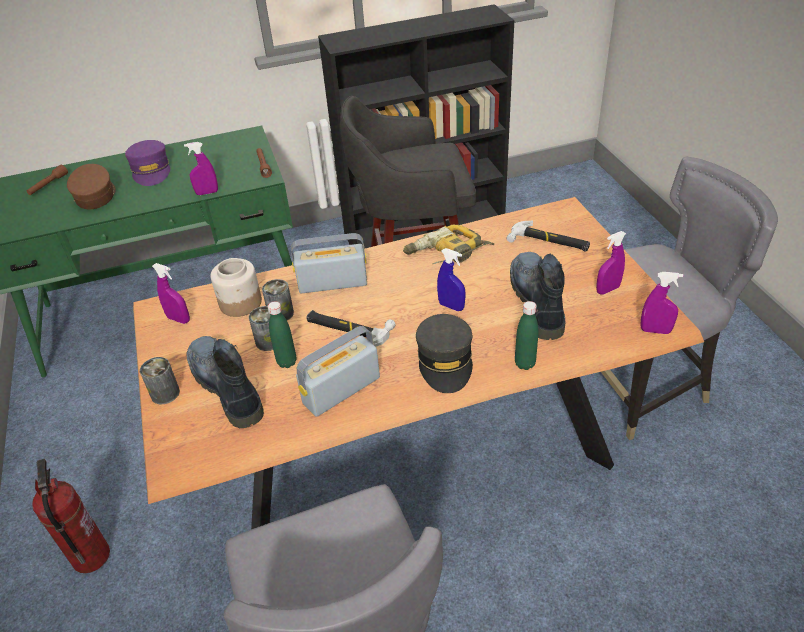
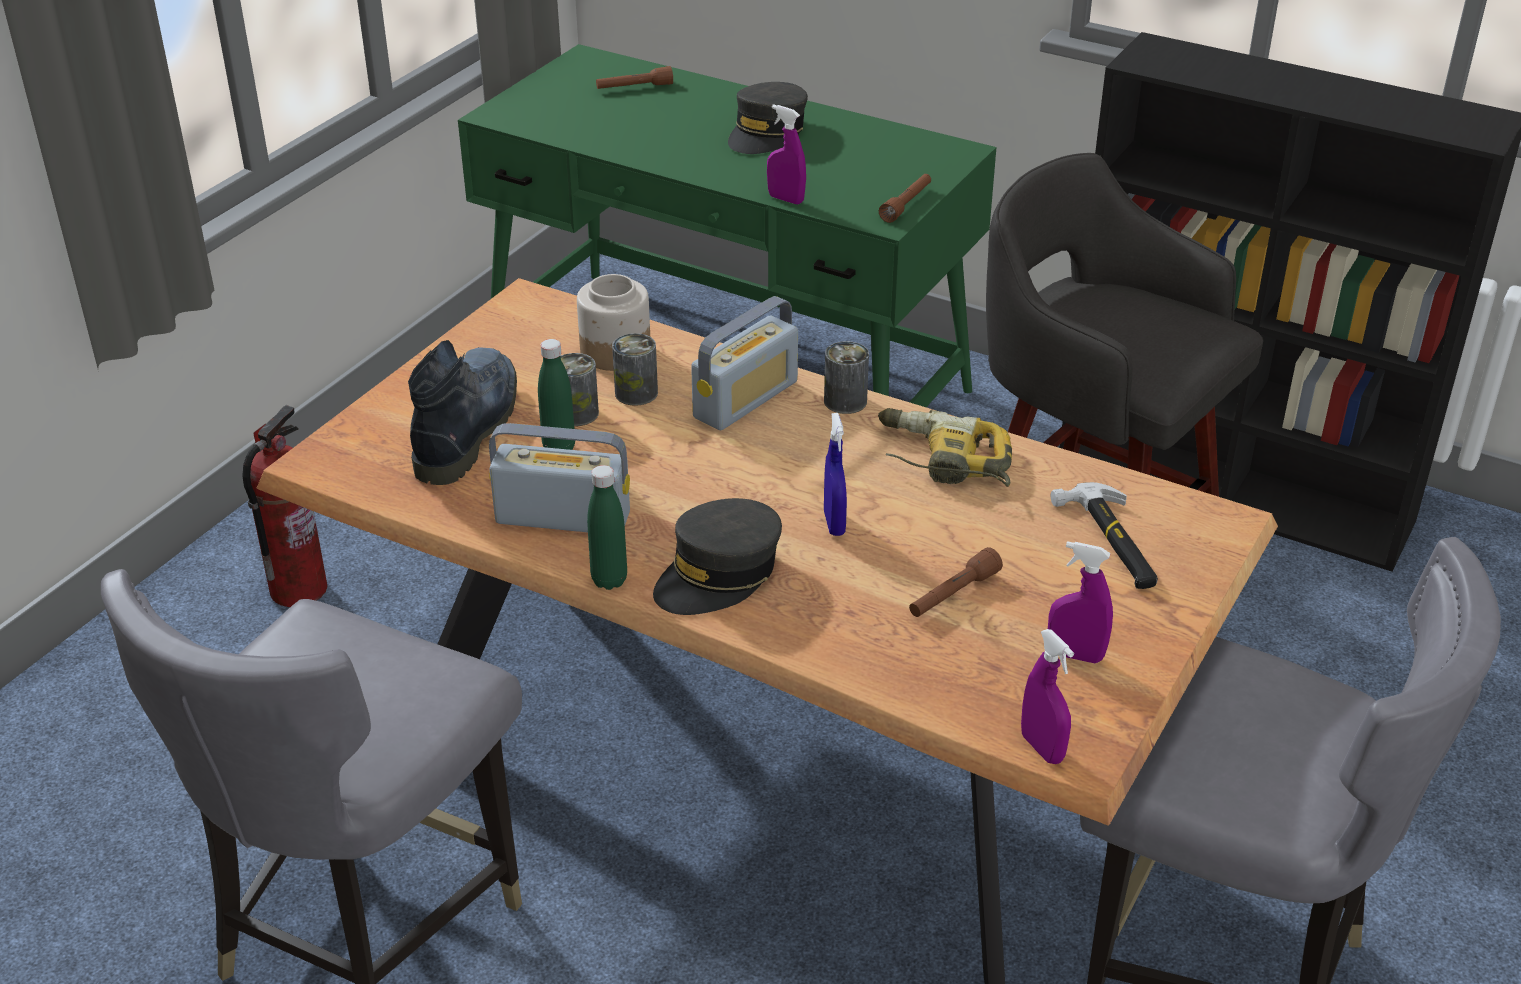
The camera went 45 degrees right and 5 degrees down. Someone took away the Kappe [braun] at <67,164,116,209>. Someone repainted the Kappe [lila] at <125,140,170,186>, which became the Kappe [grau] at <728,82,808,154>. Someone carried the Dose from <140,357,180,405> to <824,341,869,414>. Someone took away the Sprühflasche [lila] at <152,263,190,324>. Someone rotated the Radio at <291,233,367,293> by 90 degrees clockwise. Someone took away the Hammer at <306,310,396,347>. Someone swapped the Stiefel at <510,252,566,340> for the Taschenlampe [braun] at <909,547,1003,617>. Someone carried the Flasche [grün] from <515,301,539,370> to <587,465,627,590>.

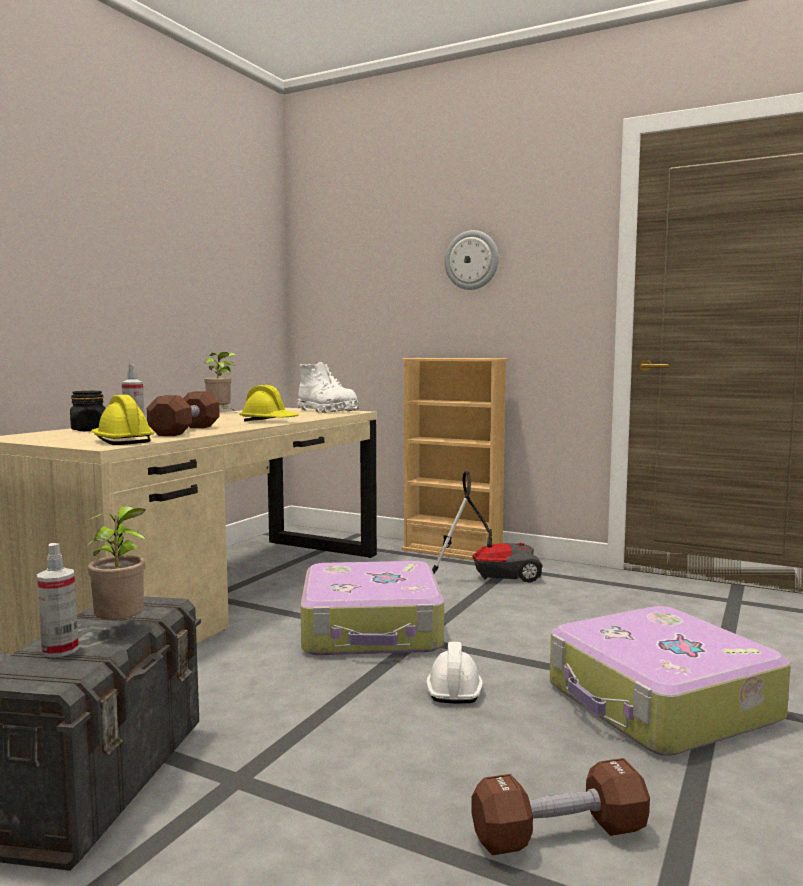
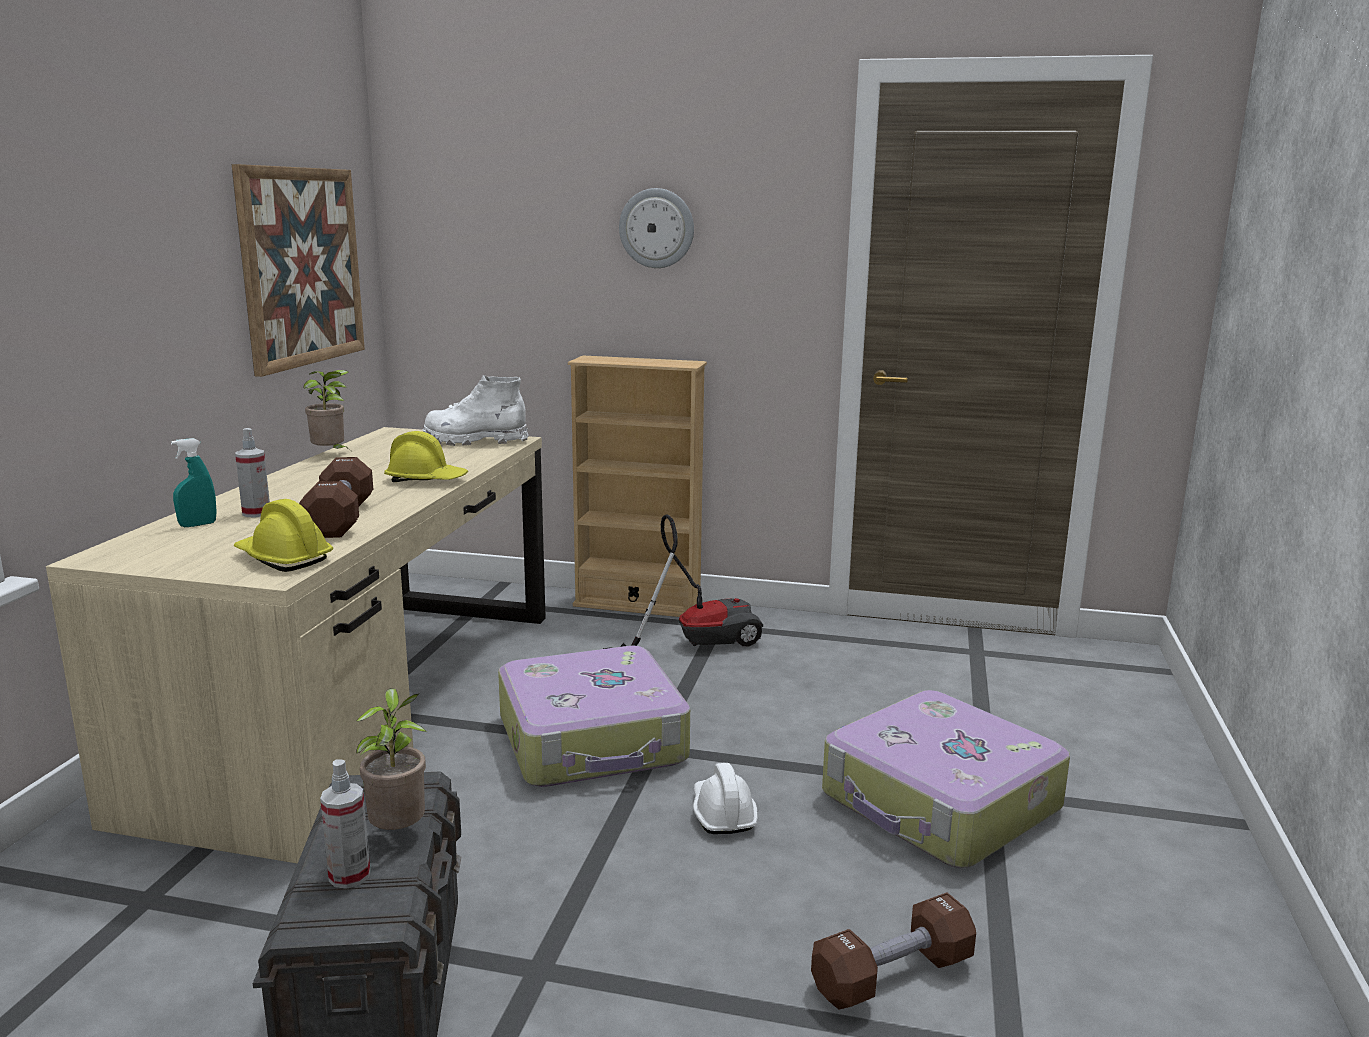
The camera went 15 degrees left and 10 degrees up. Someone swapped the Vorratsglas [schwarz] at <70,391,106,431> for the Sprühflasche [türkis] at <171,438,217,527>. Someone rotated the Stiefel [weiß] at <297,362,359,413> by 150 degrees clockwise. Someone put up the Bild at <231,164,365,377>.

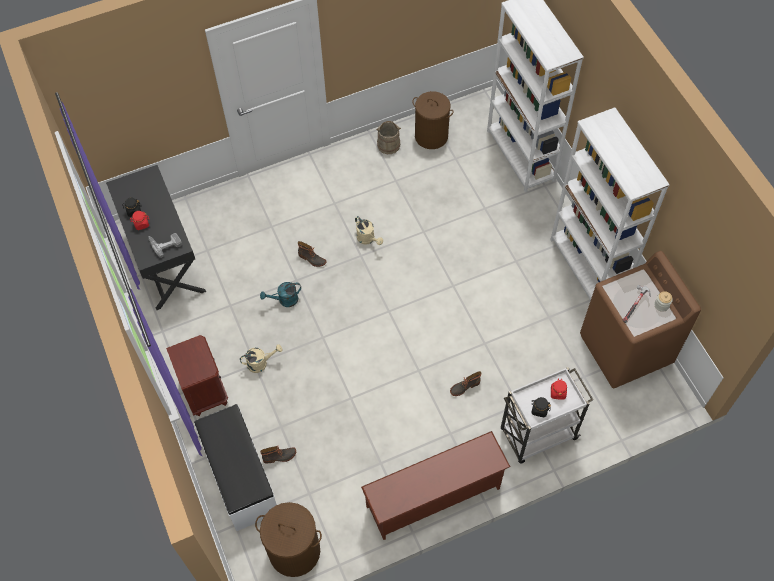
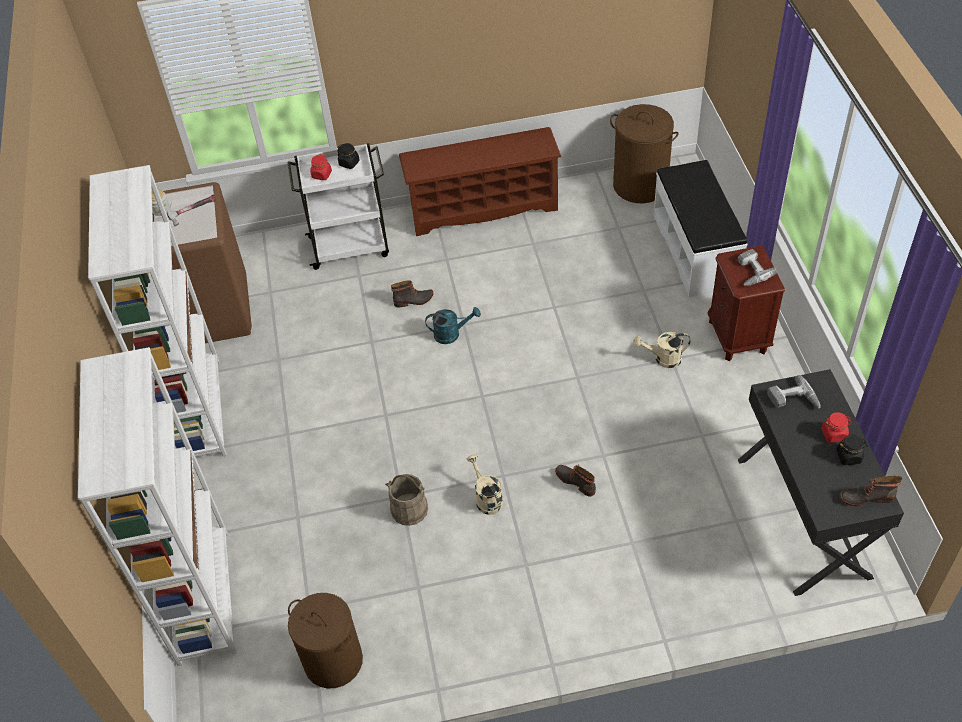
The camera went 165 degrees left and 10 degrees down. Someone carried the Gießkanne [türkis] from <260,282,301,307> to <425,307,481,344>. Someone carried the Stiefel from <260,446,296,464> to <840,476,902,506>. Someone carried the Eimer [beige] from <376,121,401,154> to <385,474,428,526>. Someone put down the Bohrmaschine at <738,249,777,286>.

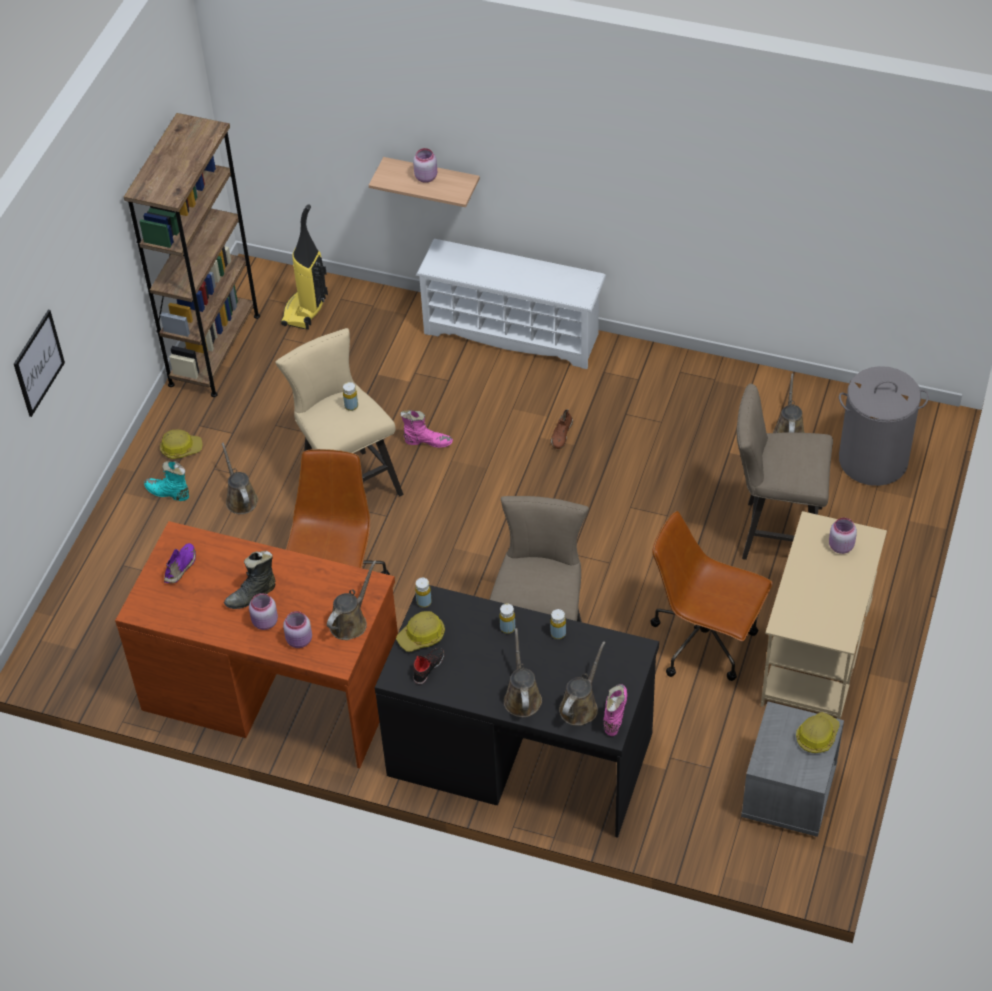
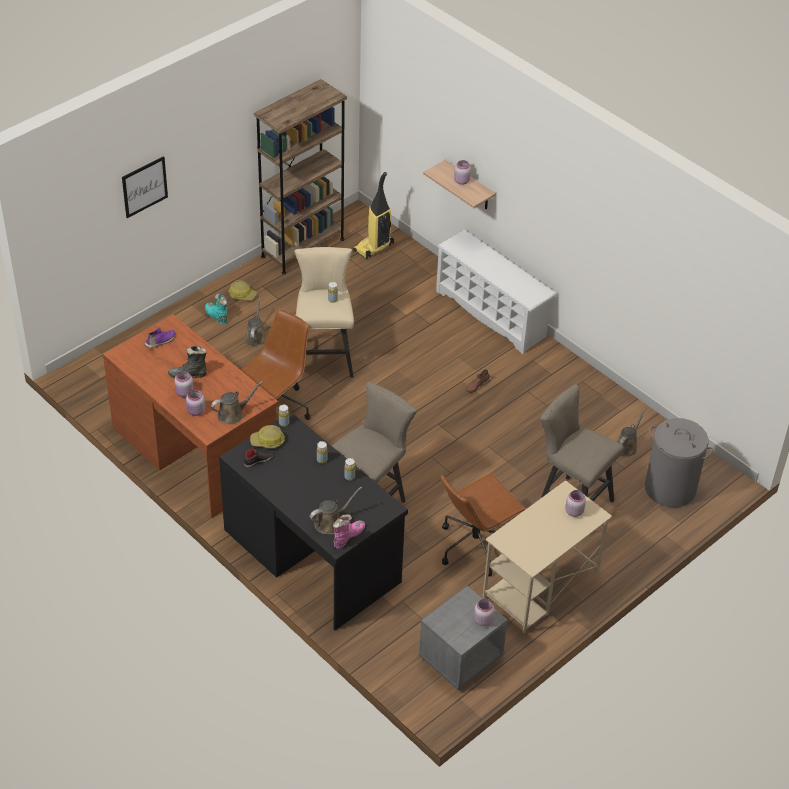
The camera went 25 degrees right and 5 degrees down. Someone took away the Stiefel [rosa] at <400,410,453,448>. Someone took away the Gießkanne [braun] at <504,628,542,717>. Someone rotated the Bürostuhl [braun] at <650,511,773,681> by 90 degrees counterclockwise. Someone swapped the Schutzhelm at <796,712,840,753> for the Vorratsglas [rosa] at <474,599,494,626>.

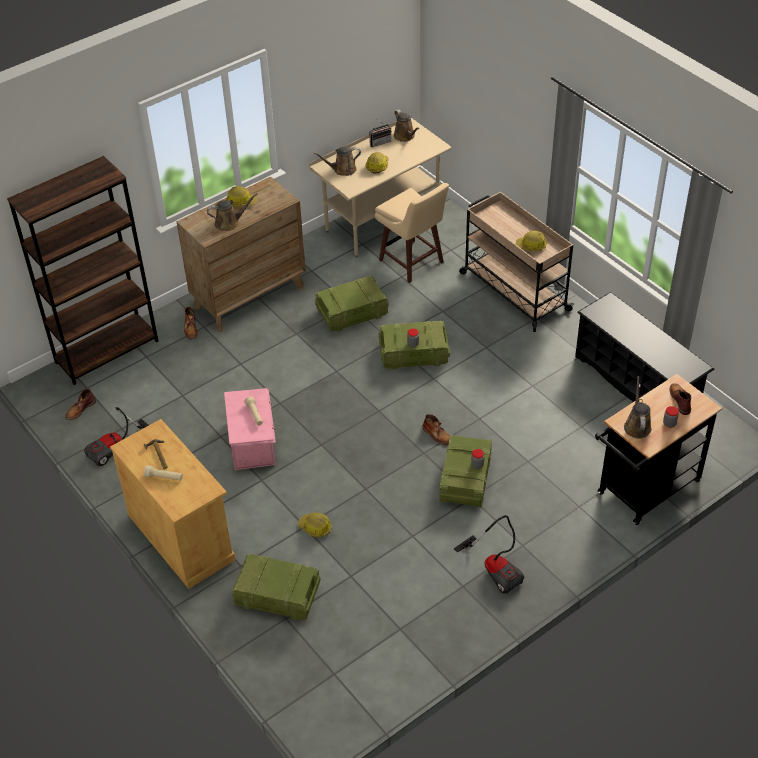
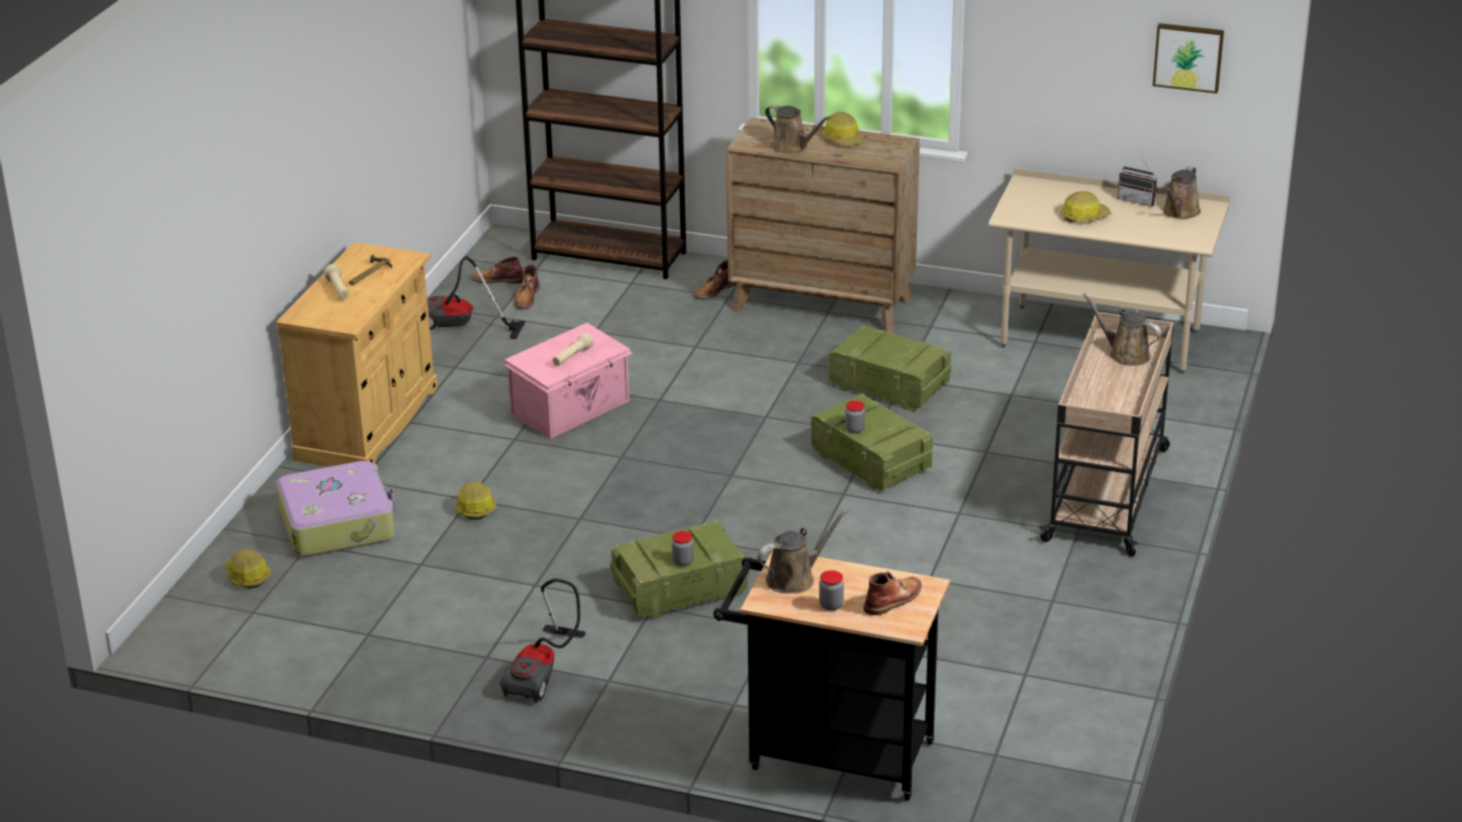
The camera went 55 degrees right and 15 degrees down. Someone swapped the Kiste at <232,554,321,620> for the Koffer at <276,461,396,557>. Someone carried the Gießkanne [braun] from <313,147,361,176> to <1083,293,1162,366>. Someone took away the Hocker [beige] at <375,183,449,283>. Someone carried the Stiefel [braun] from <423,414,450,445> to <514,265,540,309>. Someone carried the Schutzhelm from <516,231,547,251> to <224,549,271,588>. Someone took away the Schuhregal [schwarz] at <575,292,714,402>. Someone put up the Bild at <1153,23,1224,94>.

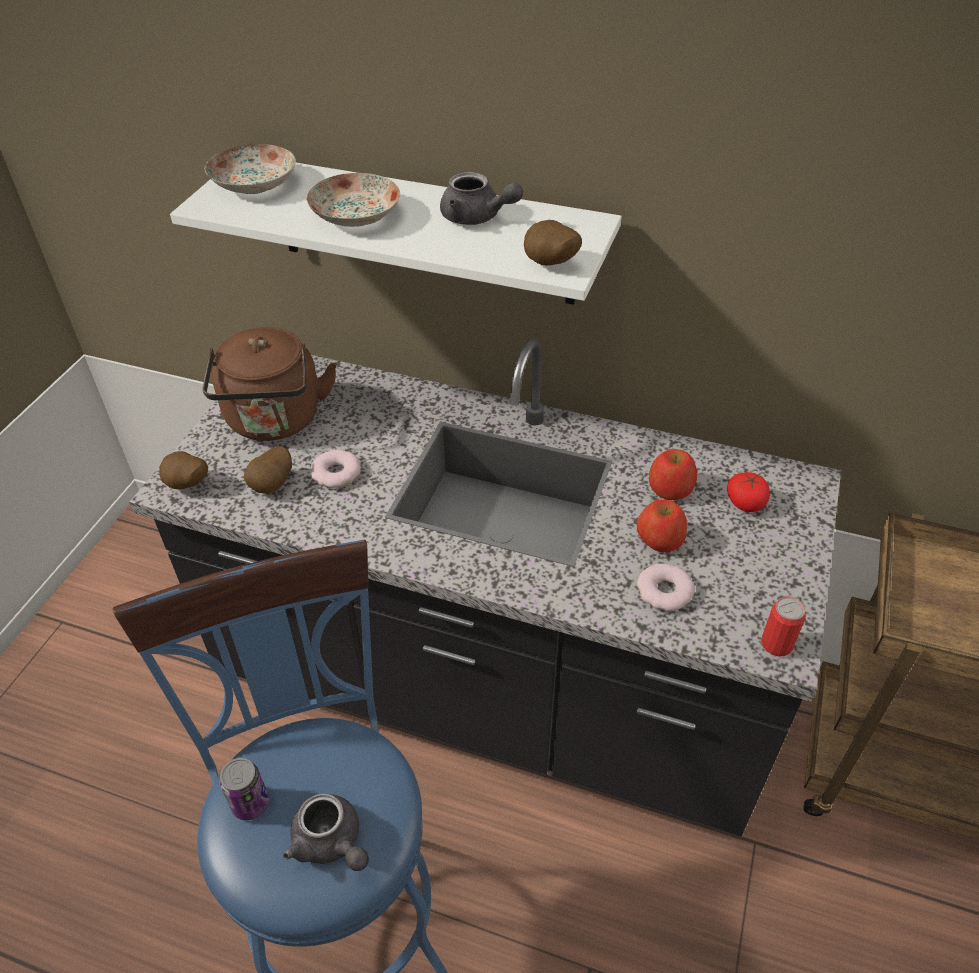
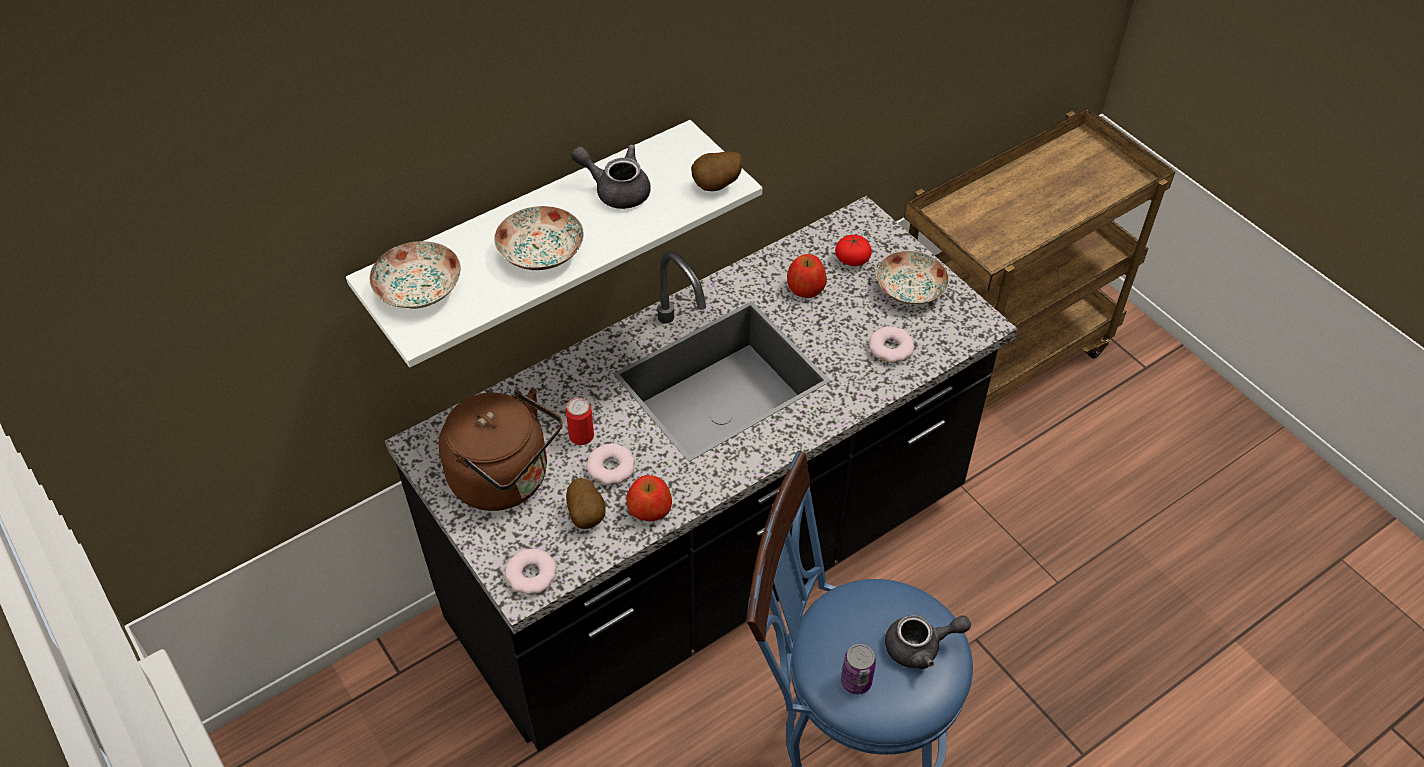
The camera went 55 degrees left and 5 degrees up. Someone swapped the Kartoffel at <159,451,208,489> for the Donut at <505,549,557,595>. Someone rotated the Teekanne [grau] at <440,172,523,225> by 135 degrees counterclockwise. Someone carried the Apfel from <637,500,687,552> to <626,475,672,522>. Someone carried the Dose from <761,596,806,656> to <566,397,594,445>. Someone put down the Teller at <876,251,949,305>.

